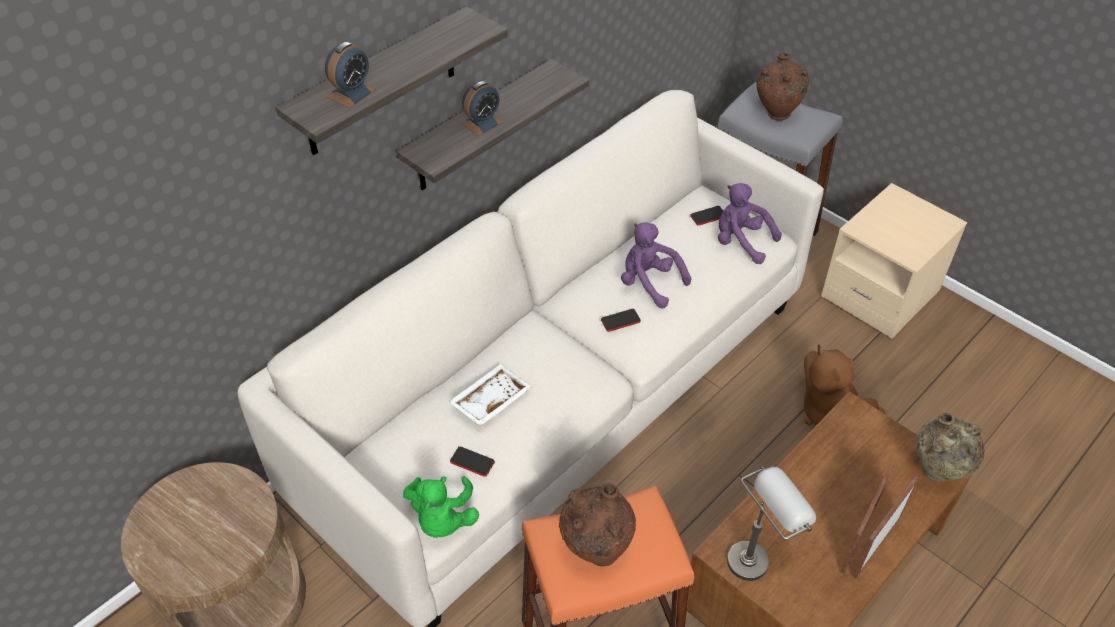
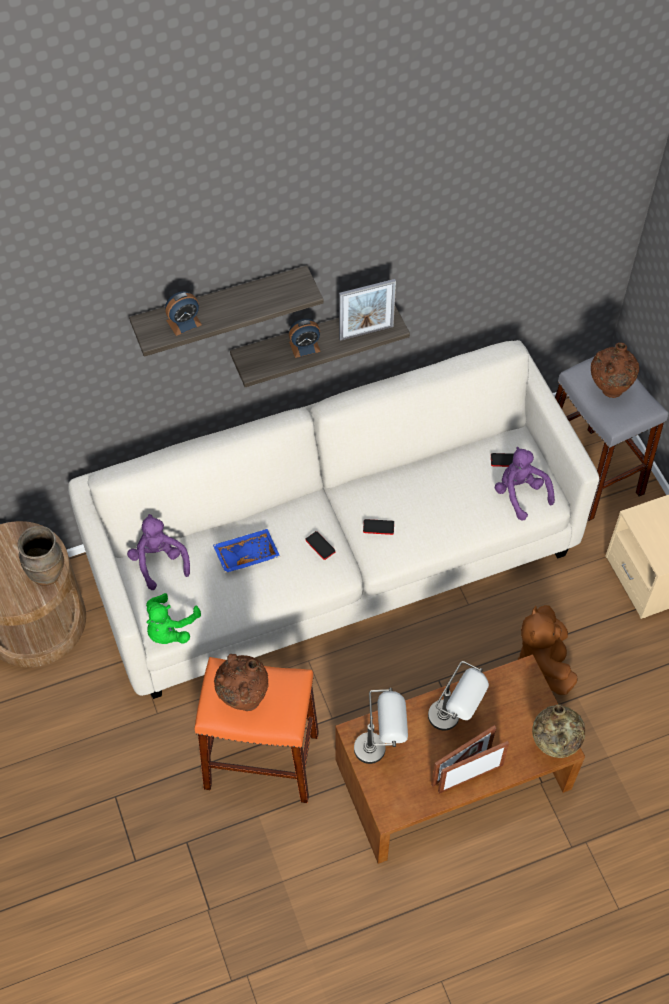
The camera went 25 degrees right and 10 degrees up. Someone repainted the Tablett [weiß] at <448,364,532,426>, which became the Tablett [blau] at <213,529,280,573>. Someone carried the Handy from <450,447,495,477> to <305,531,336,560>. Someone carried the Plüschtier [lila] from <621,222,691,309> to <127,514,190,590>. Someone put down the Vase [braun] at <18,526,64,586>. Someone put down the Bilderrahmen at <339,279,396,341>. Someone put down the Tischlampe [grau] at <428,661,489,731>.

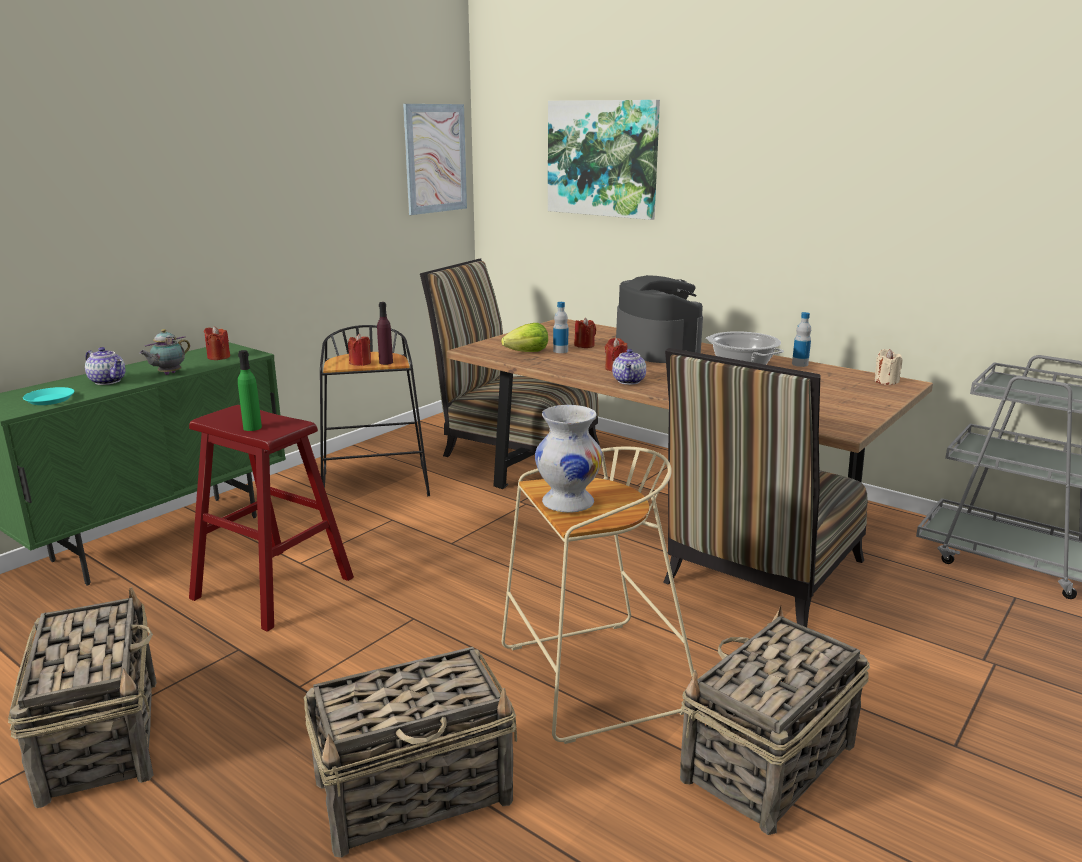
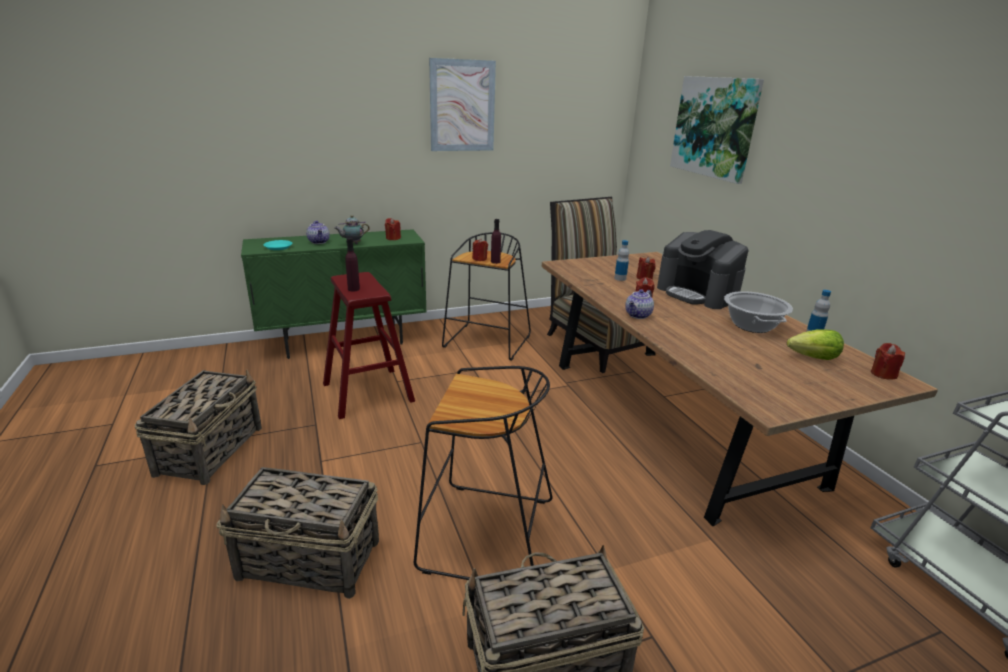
The camera went 30 degrees right and 5 degrees up. Someone repainted the Flasche [grün] at <238,350,262,431>, which became the Flasche [lila] at <345,238,360,291>. Someone carried the Bild from <403,104,467,215> to <429,58,496,151>. Someone carried the Salatkopf from <501,323,548,352> to <787,330,844,360>. Someone repainted the Hocker [beige] at <502,446,694,744>, which became the Hocker [schwarz] at <414,366,553,580>. Someone took away the Vase [weiß] at <535,405,603,513>. Someone rotated the Kaffeemaschine at <616,275,703,363> by 135 degrees clockwise. Someone took away the Stuhl at <663,348,868,627>. Someone repainted the Kerze [beige] at <875,349,903,385>, which became the Kerze [rot] at <871,343,905,380>.

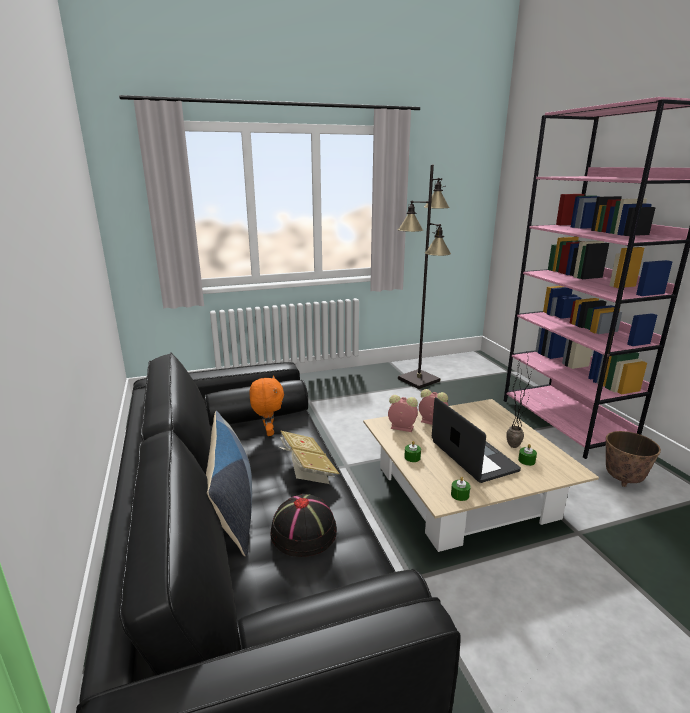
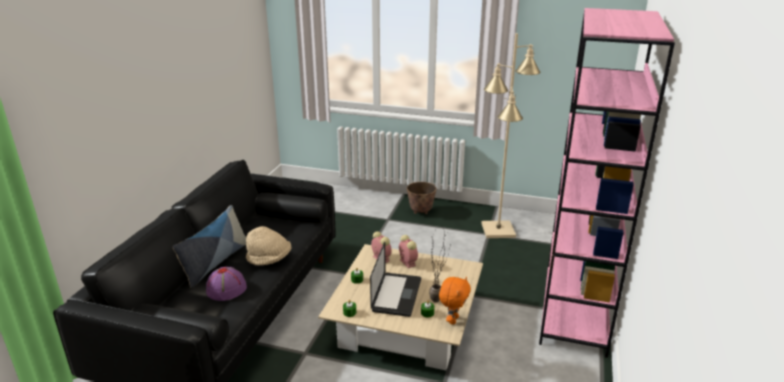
The camera went 35 degrees right and 5 degrees up. Someone carried the Plüschtier [orange] from <249,375,284,436> to <439,277,471,325>. Someone repainted the Hut [schwarz] at <270,494,337,557>, which became the Hut [lila] at <206,267,247,301>. Someone swapped the Buch at <279,430,339,484> for the Hut [beige] at <246,226,292,265>. Someone repainted the Stehlampe [schwarz] at <398,165,451,389>, which became the Stehlampe [beige] at <481,33,541,238>. Someone carried the Pflanzkübel from <606,431,661,487> to <407,182,436,214>.

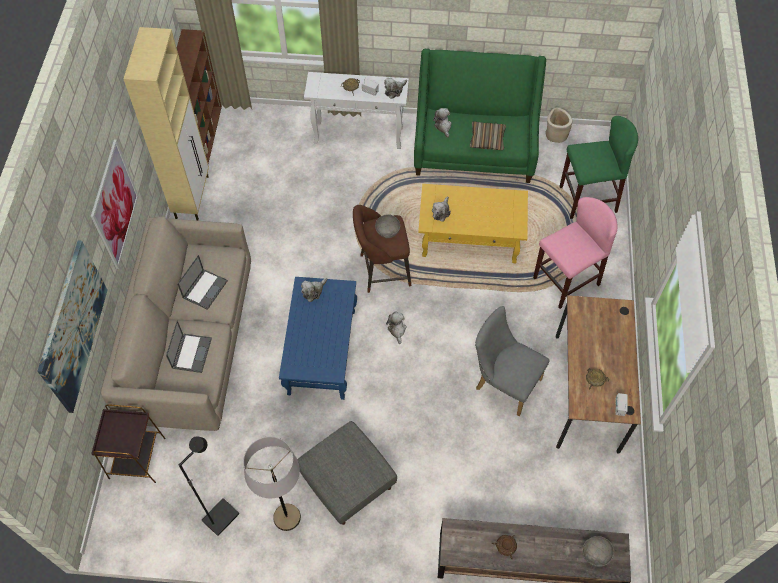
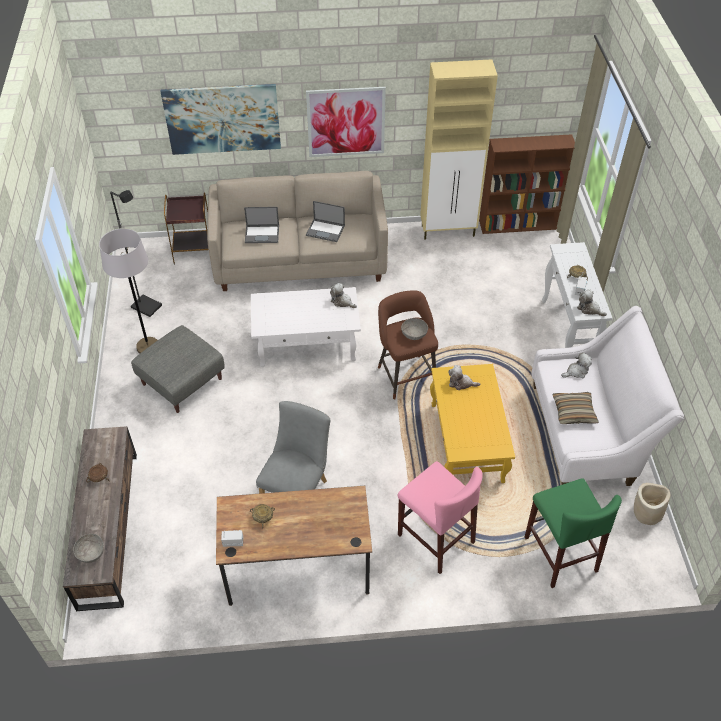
The camera went 80 degrees right and 10 degrees down. Someone repainted the Couchtisch [blau] at <279,277,357,400>, which became the Couchtisch [weiß] at <251,287,361,367>. Someone took away the Plüschtier at <386,311,407,344>. Someone repainted the Sofa [grün] at <414,49,546,183>, which became the Sofa [weiß] at <531,306,684,486>.

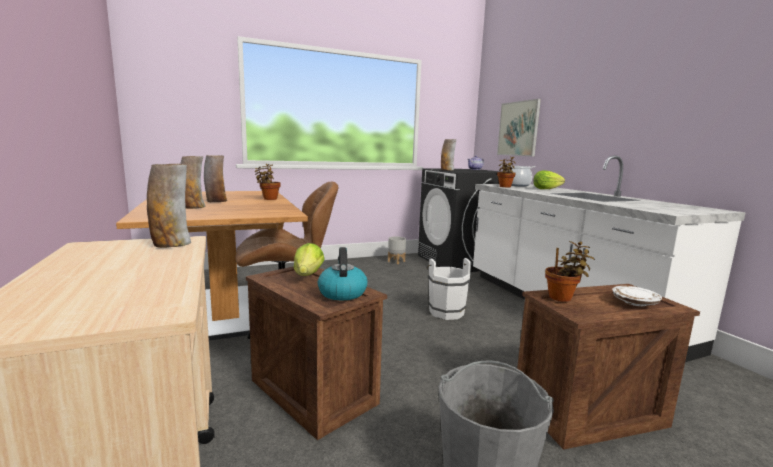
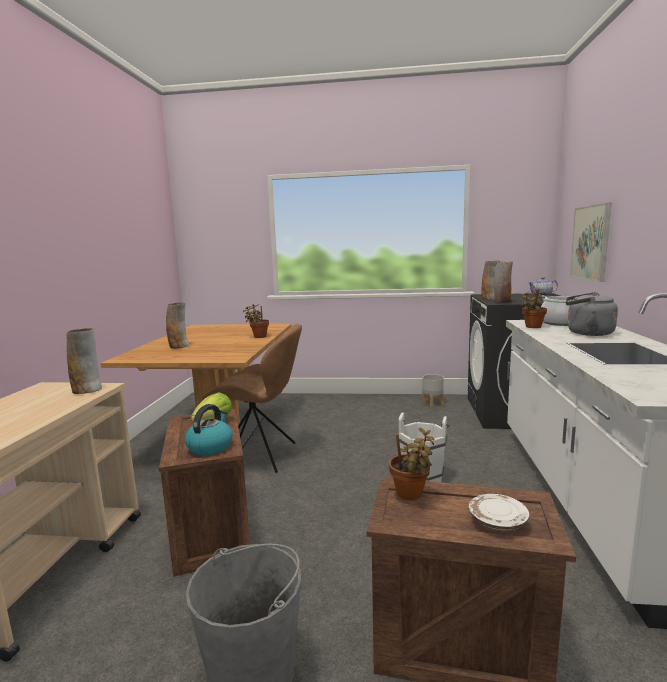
The camera went 30 degrees right and 0 degrees up. Someone carried the Vase from <204,155,227,202> to <494,261,513,303>. Someone swapped the Salatkopf at <533,171,565,189> for the Wasserkessel [grau] at <566,292,618,336>.

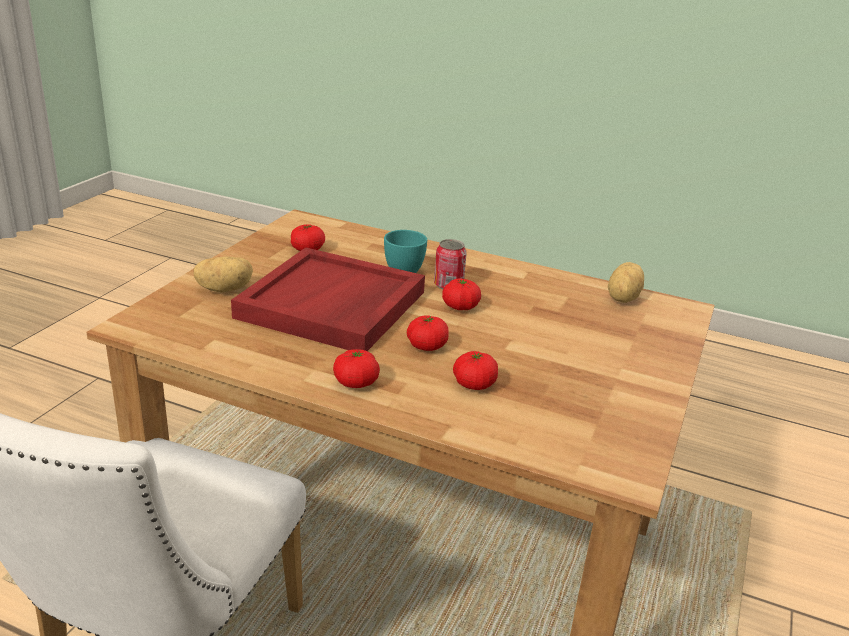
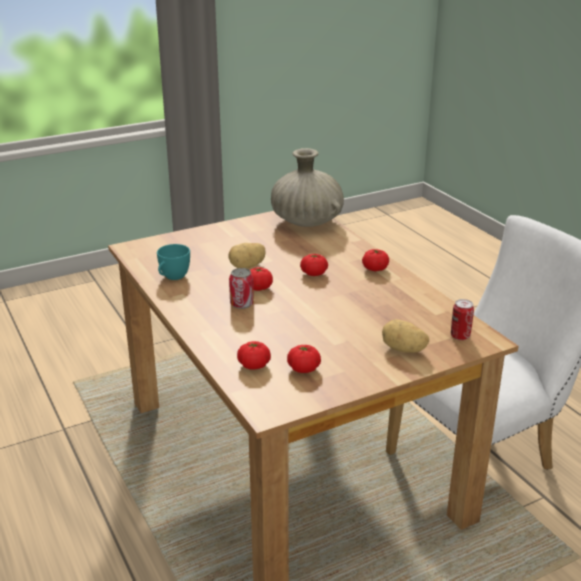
The camera went 140 degrees left and 0 degrees up. Someone took away the Tablett [rot] at <231,247,425,351>. Someone carried the Tasse [türkis] from <384,230,427,273> to <157,244,190,280>. Someone carried the Tomate from <453,351,498,390> to <237,341,271,370>. Someone carried the Kartoffel from <608,262,644,303> to <228,243,265,268>. Someone put down the Vase [beige] at <271,148,344,227>. Someone put down the Dose at <451,299,474,340>.

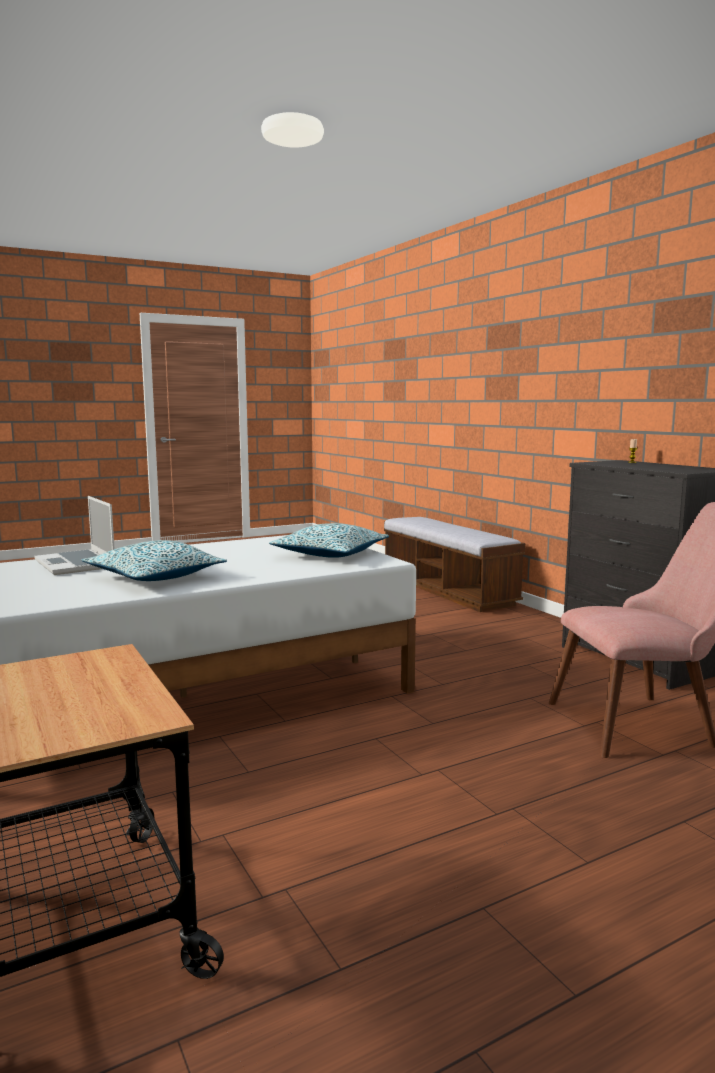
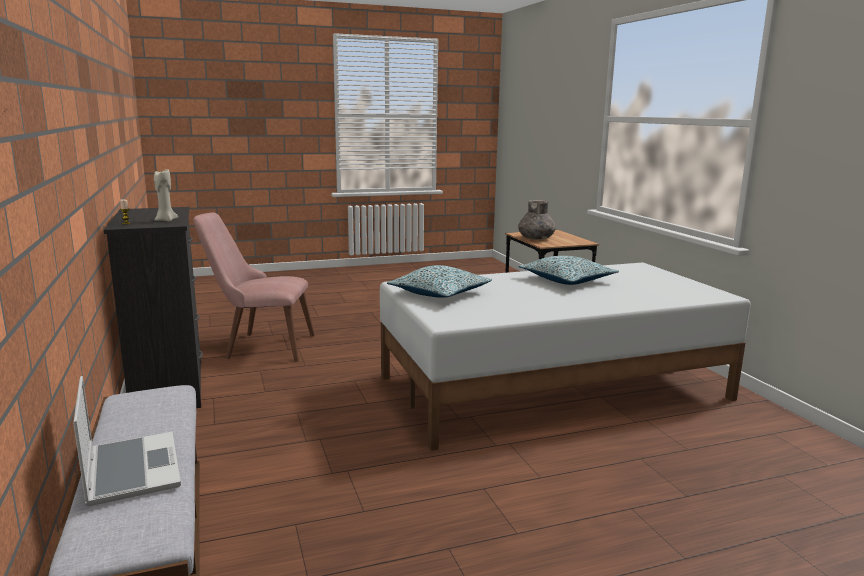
The camera went 170 degrees left and 5 degrees up. Someone carried the Laptop from <34,496,114,575> to <73,376,181,506>. Someone put down the Kerze [beige] at <154,169,178,222>. Someone put down the Vase [grau] at <518,200,556,240>.

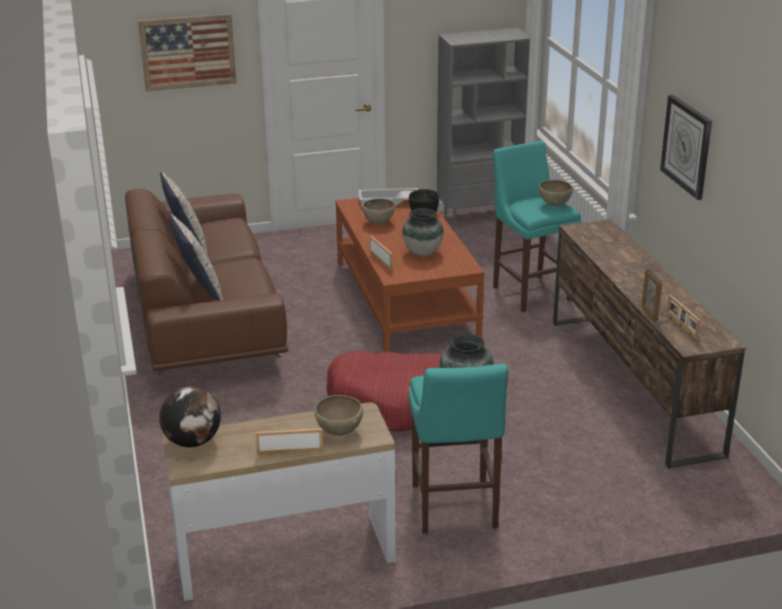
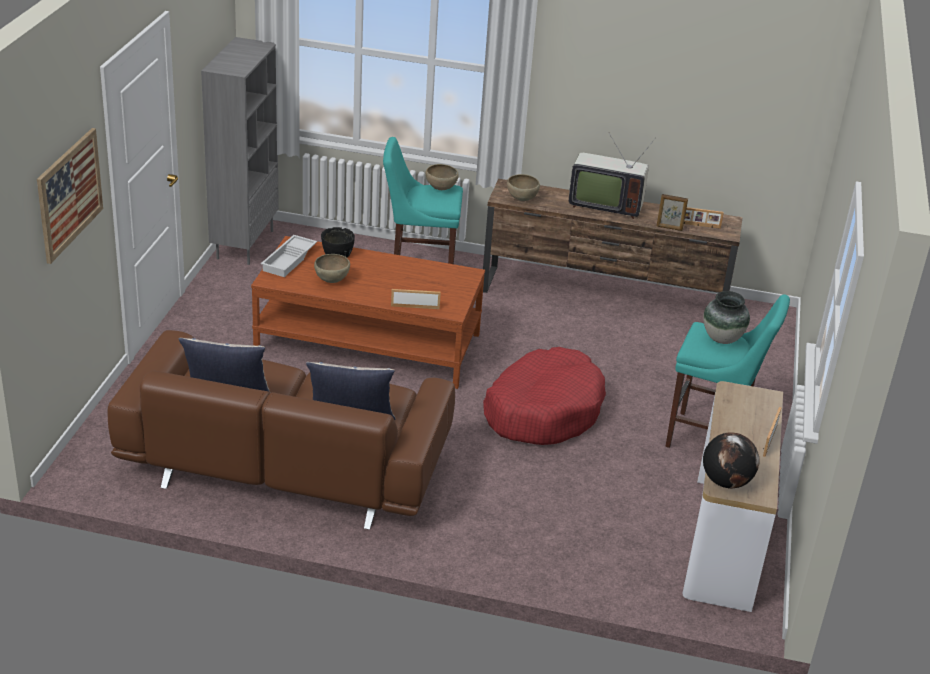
The camera went 65 degrees left and 5 degrees up. Someone carried the Schüssel [braun] from <314,395,363,436> to <507,174,540,201>. Someone took away the Vase at <402,208,444,256>. Someone took away the Wanduhr at <660,95,712,200>. Someone put down the Fernseher at <569,132,656,219>.

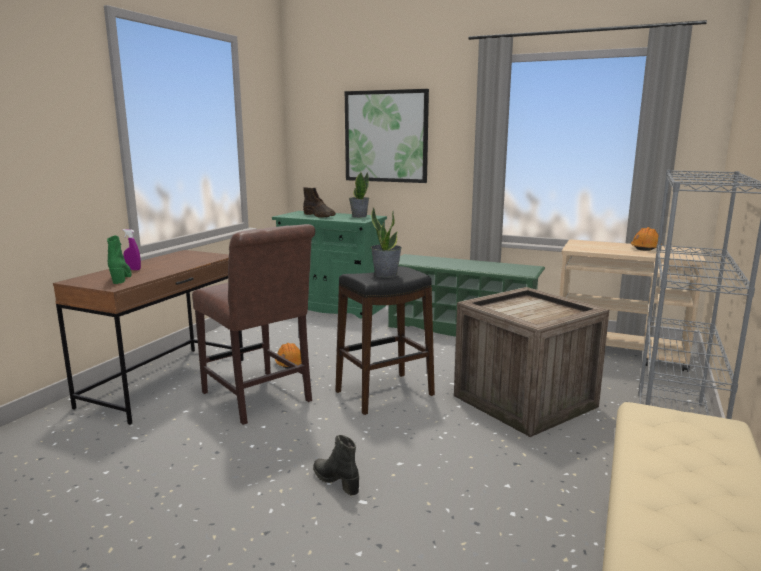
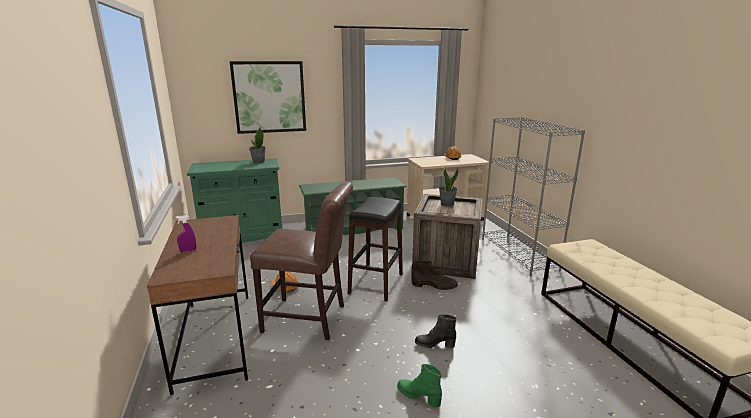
The camera went 40 degrees left and 5 degrees up. Someone carried the Stiefel [grün] from <107,235,132,284> to <397,364,442,407>. Someone carried the Stiefel [braun] from <303,187,336,217> to <411,261,458,290>. Someone carried the Topfpflanze from <371,207,402,278> to <439,168,458,207>.

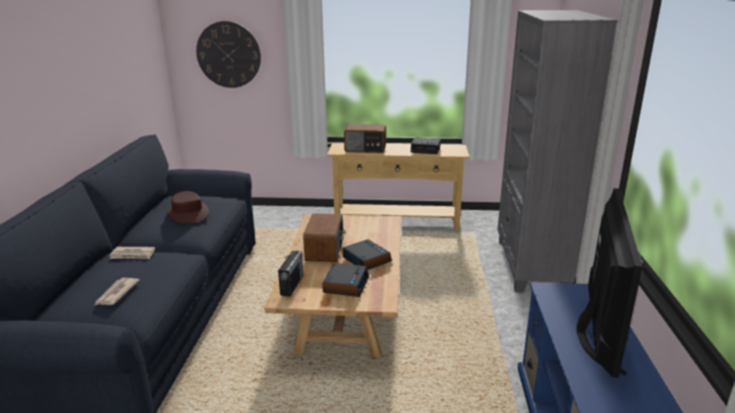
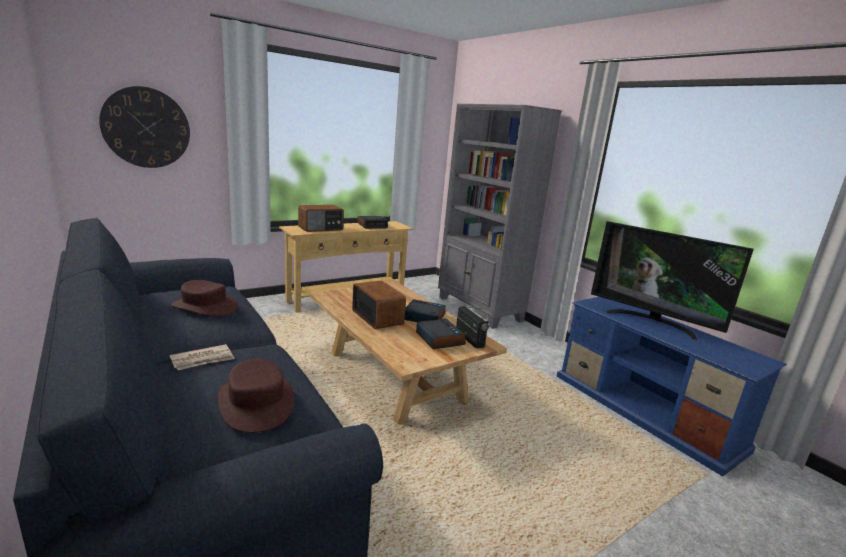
The camera went 40 degrees left and 5 degrees down. Someone swapped the Zeitung at <95,278,140,305> for the Hut [braun] at <218,359,294,433>. Someone carried the Radio from <278,251,303,297> to <456,306,489,348>. Someone rotated the Fernseher at <576,188,643,378> by 150 degrees clockwise.

